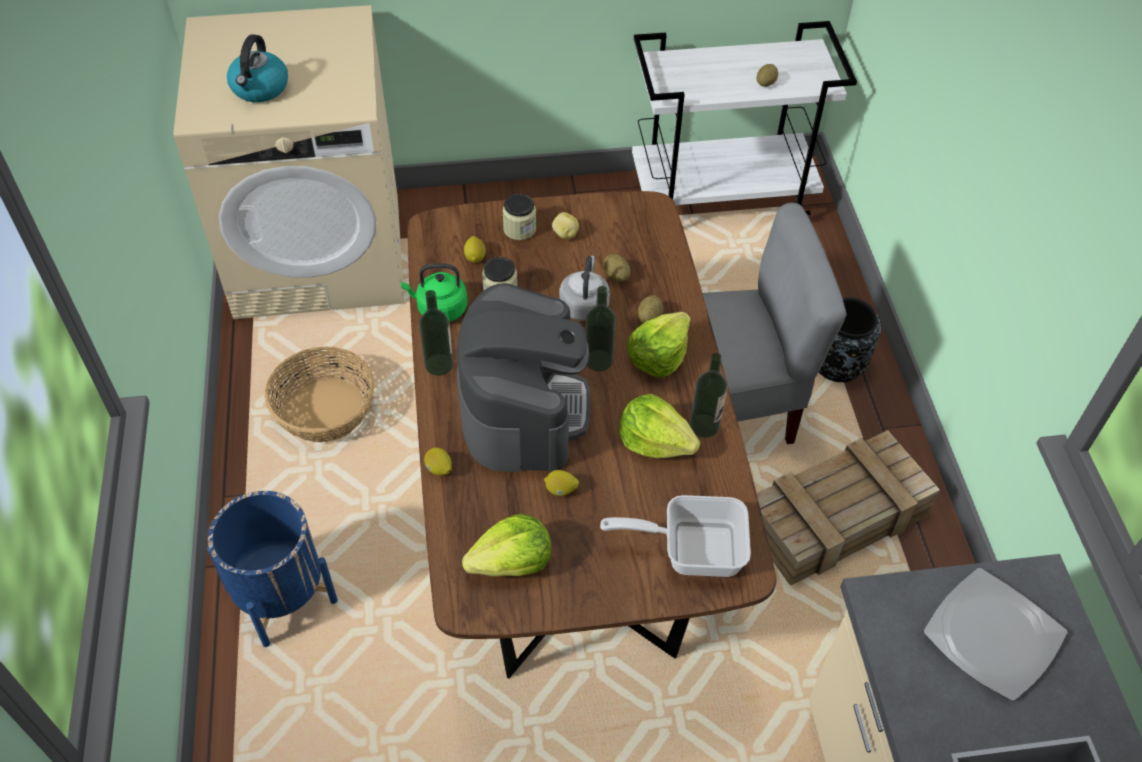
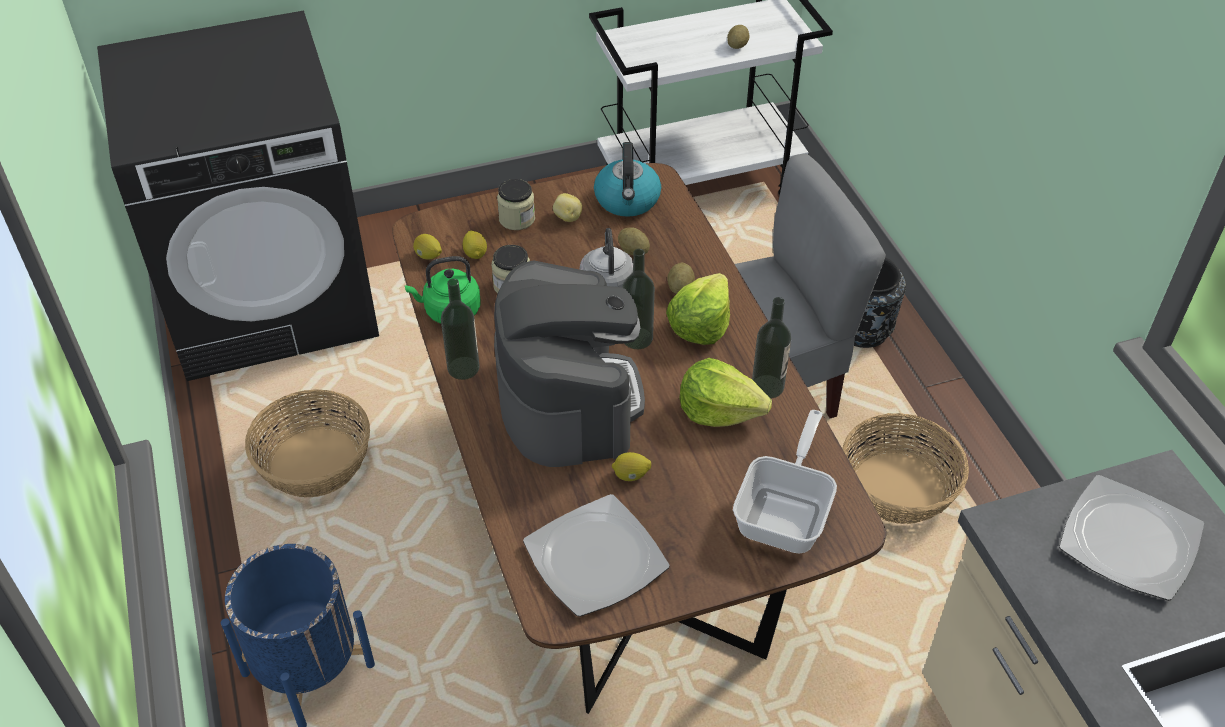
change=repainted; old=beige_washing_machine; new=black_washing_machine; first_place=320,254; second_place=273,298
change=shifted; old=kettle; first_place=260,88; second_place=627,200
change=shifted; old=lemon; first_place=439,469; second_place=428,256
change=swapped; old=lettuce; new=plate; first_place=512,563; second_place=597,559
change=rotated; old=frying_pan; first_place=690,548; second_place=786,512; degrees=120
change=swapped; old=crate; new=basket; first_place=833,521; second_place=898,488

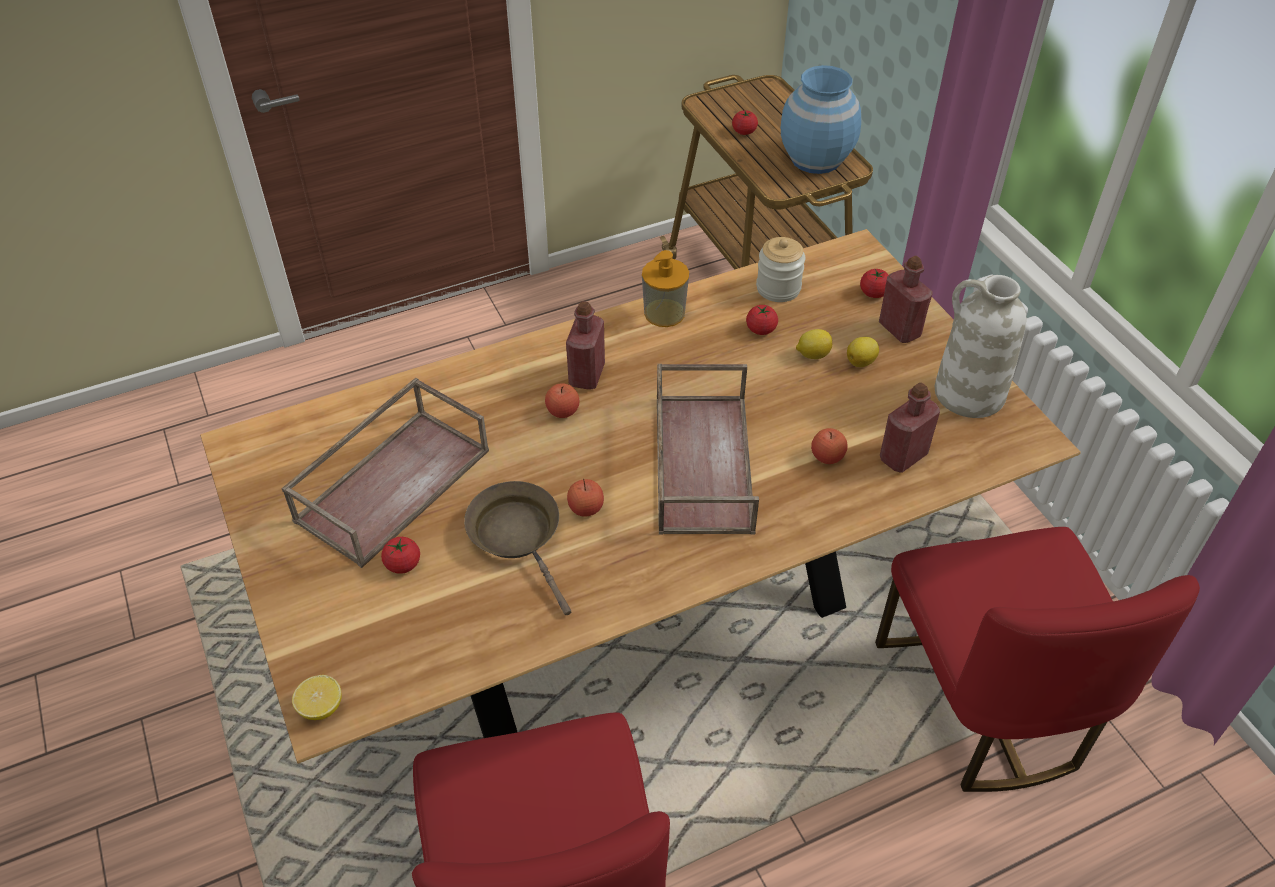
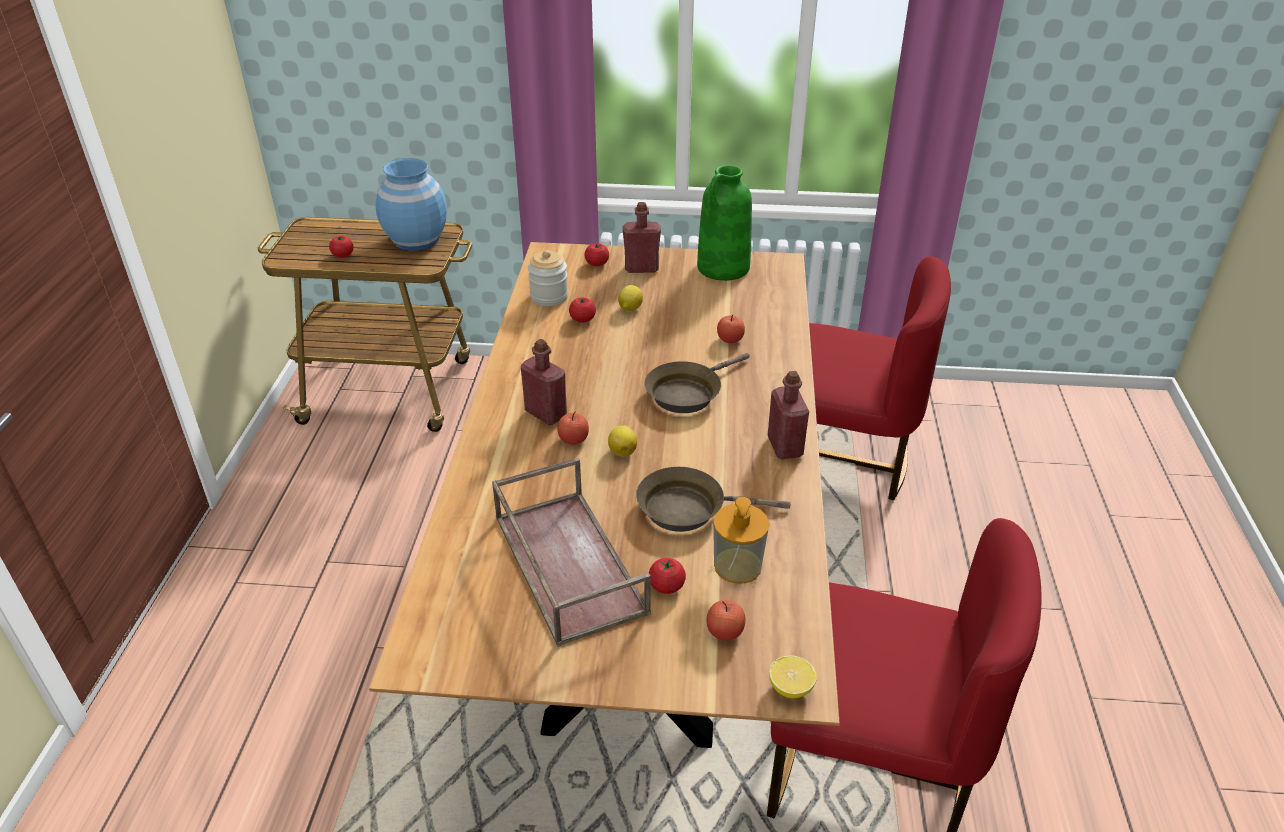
change=shifted; old=apple; first_place=586,508; second_place=725,632
change=shifted; old=soap_dispenser; first_place=664,313; second_place=737,566
change=swapped; old=brown_tray; new=brown_frying_pan; first_place=701,461; second_place=687,393
change=shifted; old=lemon; first_place=861,362; second_place=622,451
change=shifted; old=red_bottle; first_place=903,456; second_place=785,447
change=repainted; old=white_vase; new=green_vase; first_place=968,394; second_place=723,268

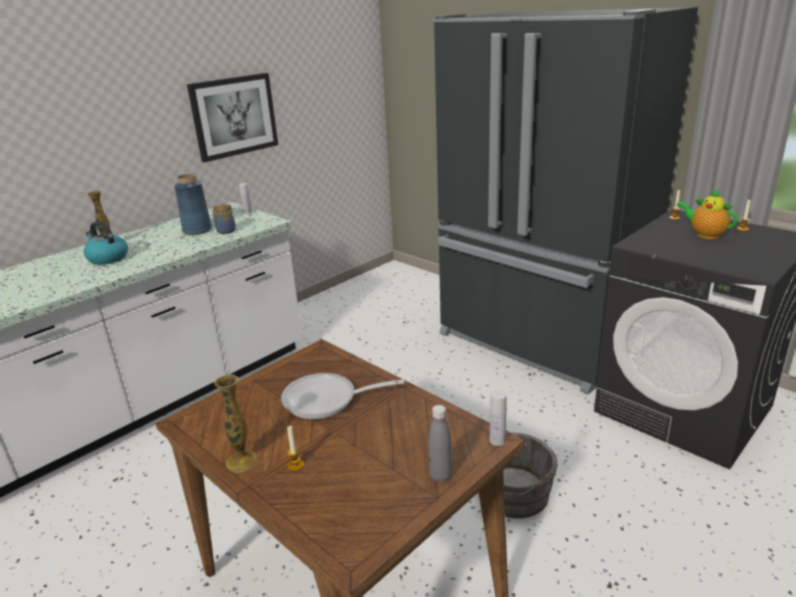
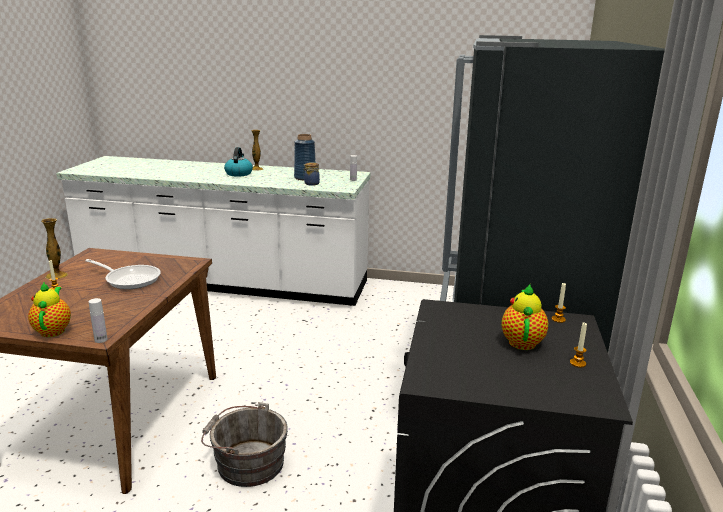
change=gone; old=picture; first_place=234,116
change=rotated; old=frying_pan; first_place=327,400; second_place=130,279; degrees=150
change=swapped; old=grey_bottle; new=teapot; first_place=440,476; second_place=53,330

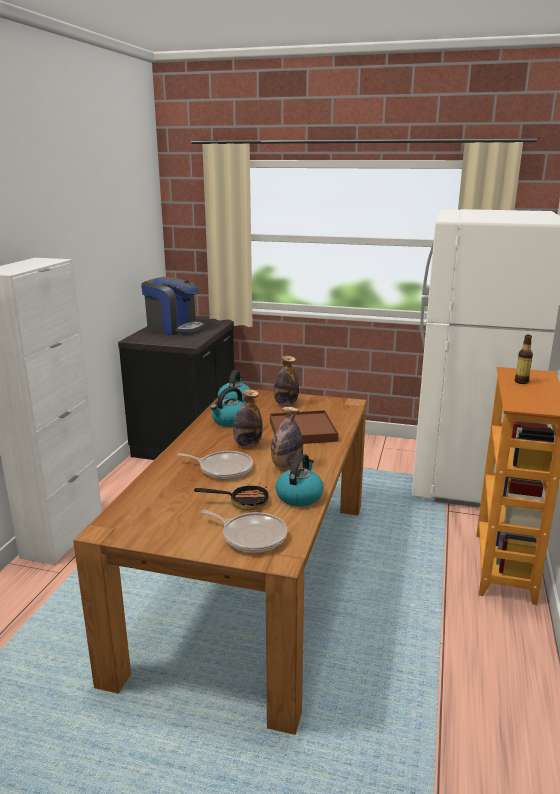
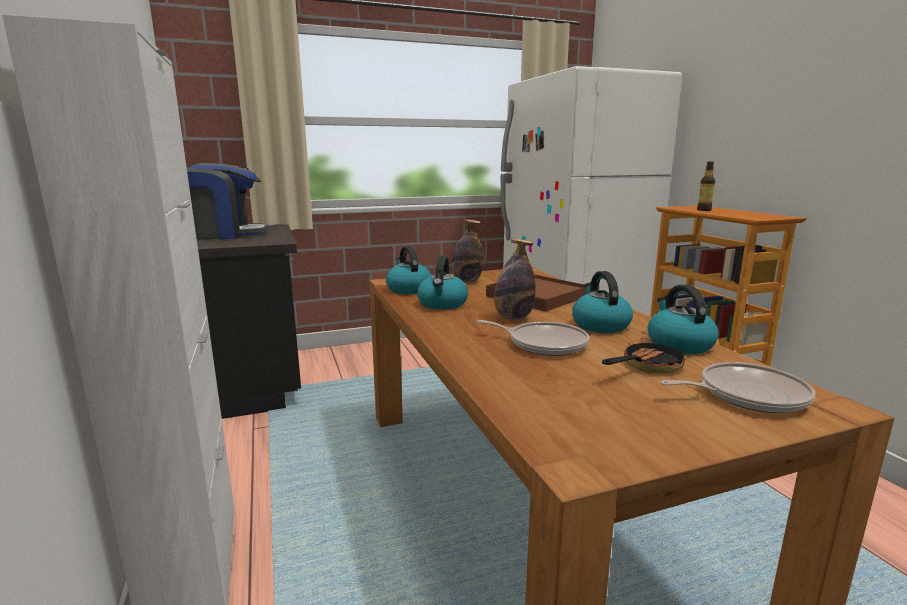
change=rotated; old=frying_pan; first_place=223,468; second_place=543,344; degrees=45
change=swapped; old=bottle; new=kettle; first_place=286,466; second_place=599,325

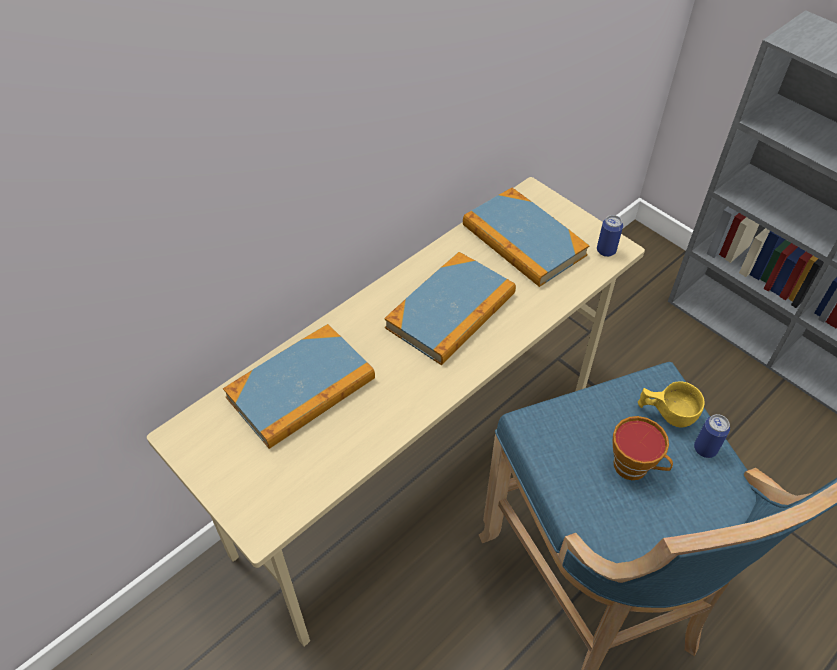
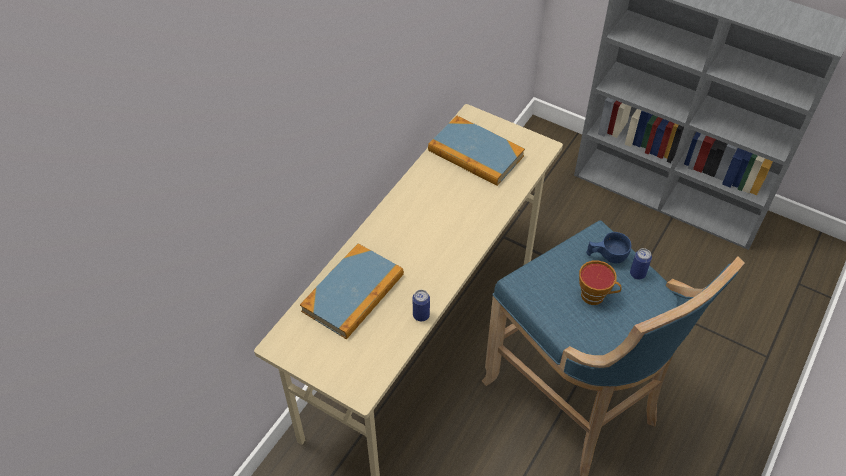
change=gone; old=book; first_place=451,311
change=shifted; old=can; first_place=606,250; second_place=421,315
change=repainted; old=yellow_cup; new=blue_cup; first_place=666,413; second_place=606,256

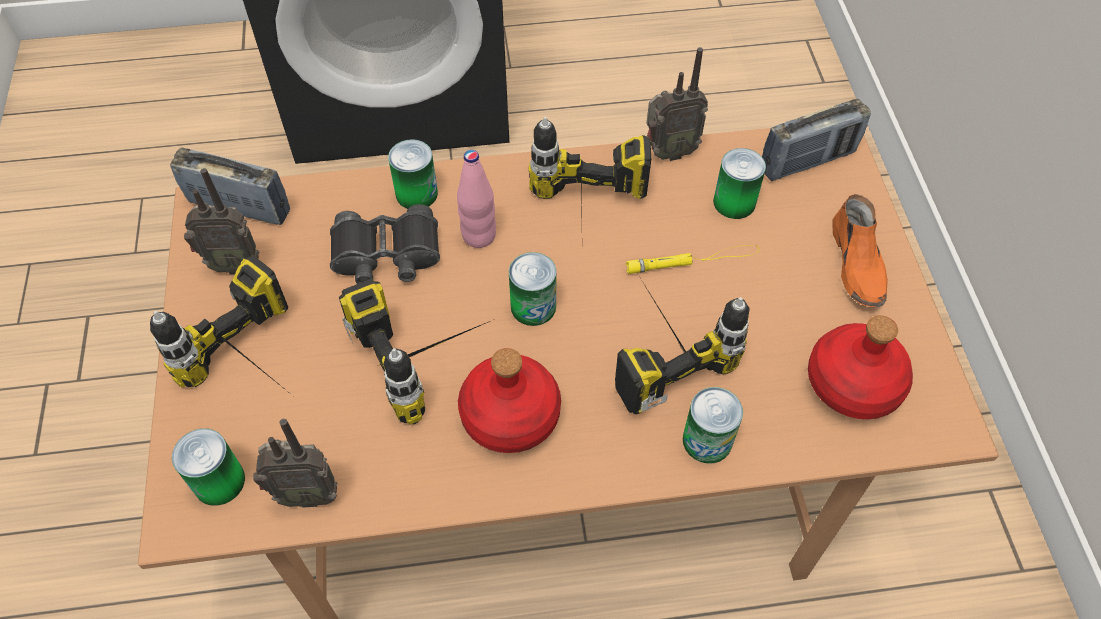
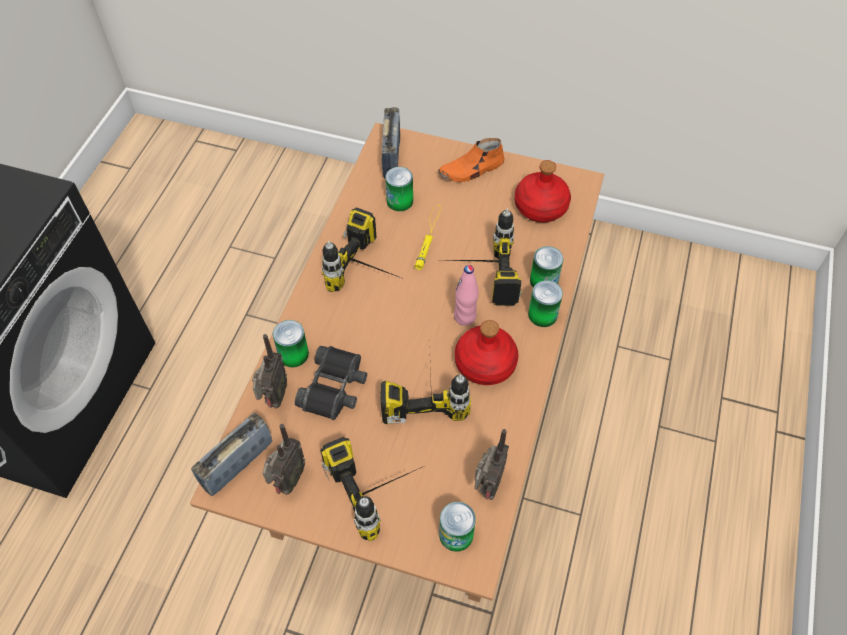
change=shifted; old=pink_bottle; first_place=479,236; second_place=465,317
change=shifted; old=can; first_place=533,306; second_place=542,314
change=shifted; old=radio; first_place=668,152; second_place=274,398
change=rotated; old=orange_shoe; first_place=857,264; second_place=471,169; degrees=135

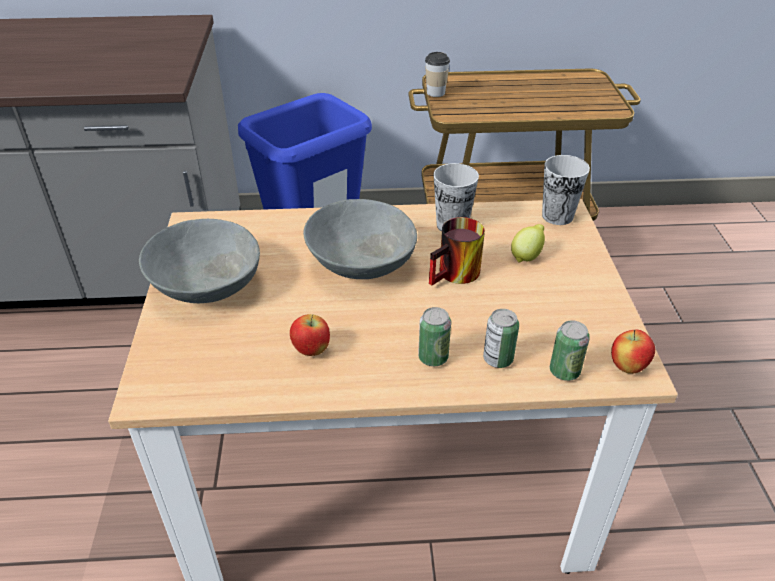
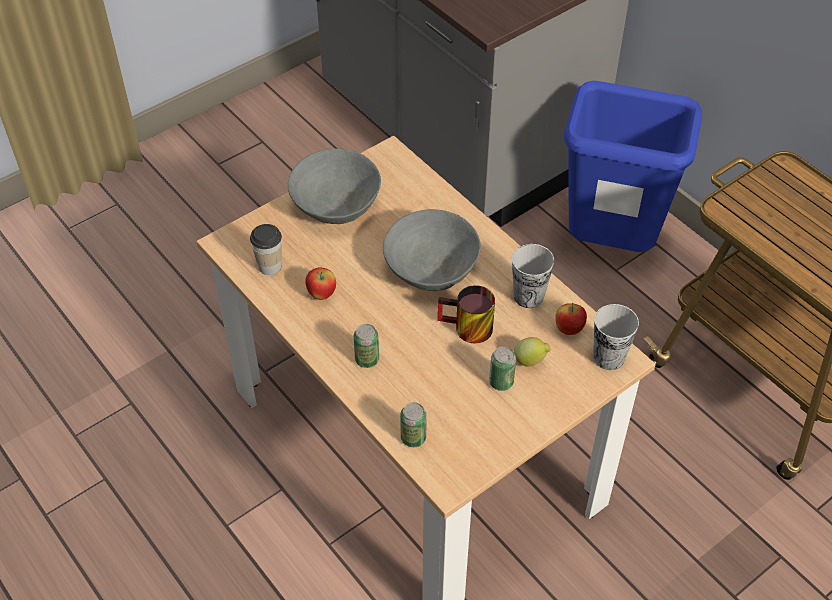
change=shifted; old=cup; first_place=435,93; second_place=270,266
change=shifted; old=can; first_place=498,359; second_place=501,382
change=shifted; old=apple; first_place=627,367; second_place=569,329

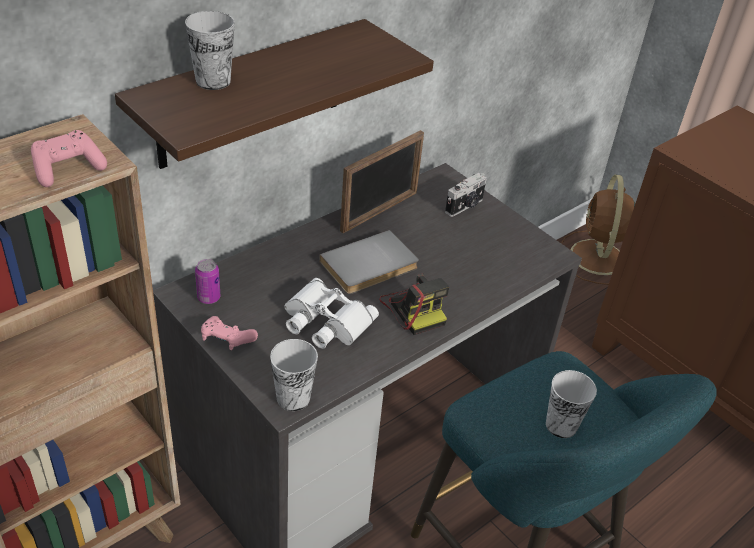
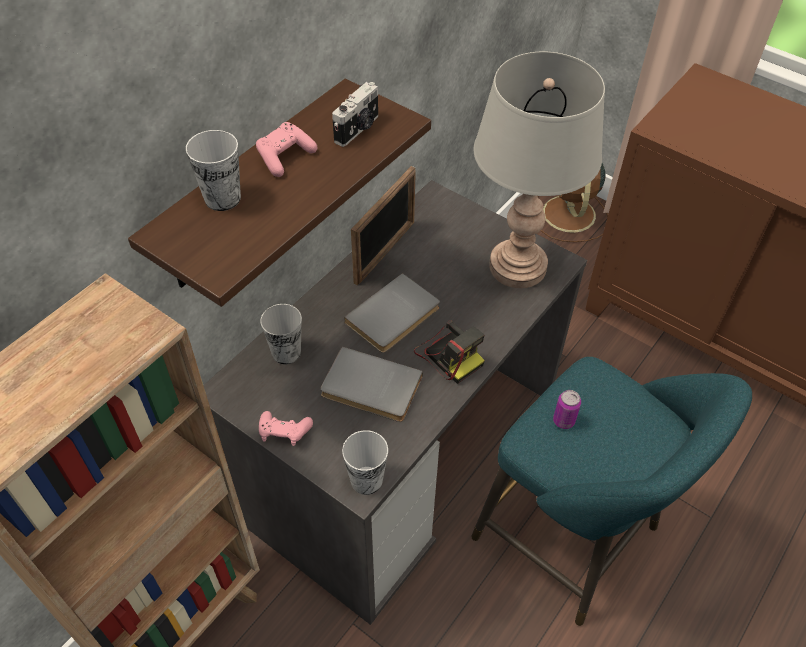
change=shifted; old=pink_game_controller; first_place=68,169; second_place=285,157
change=shifted; old=can; first_place=208,298; second_place=563,421
change=swapped; old=white_binoculars; new=grey_book; first_place=325,321; second_place=370,389
change=shifted; old=photo_camera; first_place=465,206; second_place=358,129
change=shifted; old=cup; first_place=561,425; second_place=286,352
change=new; new=grey_table_lamp; second_place=517,267

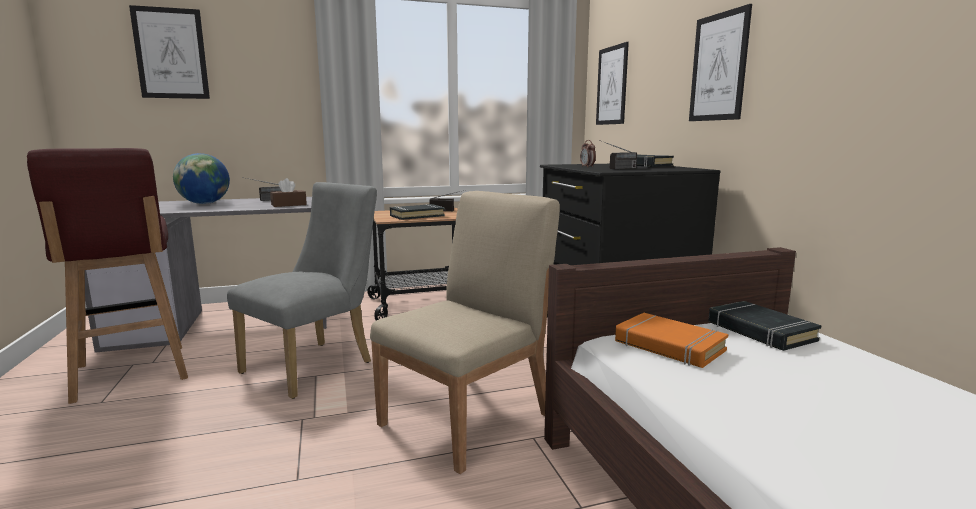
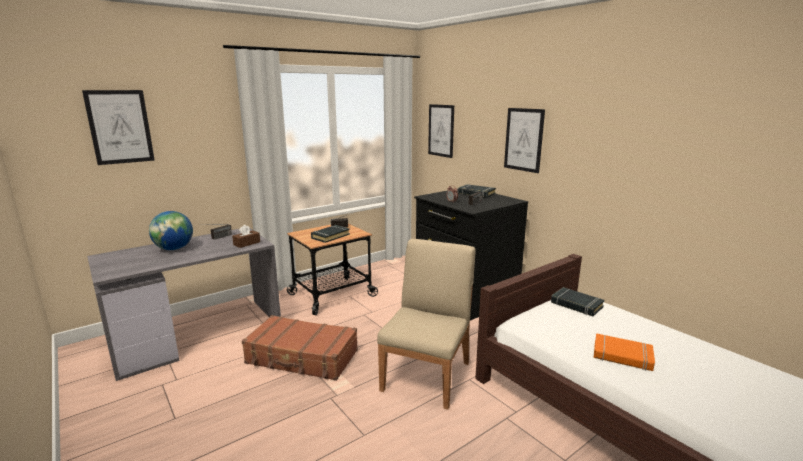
change=gone; old=red_stool; first_place=131,373
change=swapped; old=grey_chair; new=brown_suitcase; first_place=316,365; second_place=302,357
change=shifted; old=orange_book; first_place=668,346; second_place=622,356

